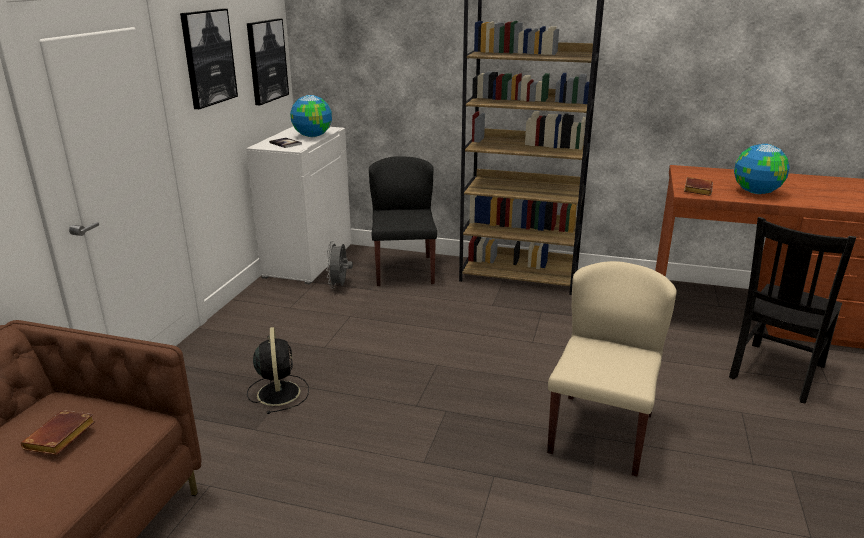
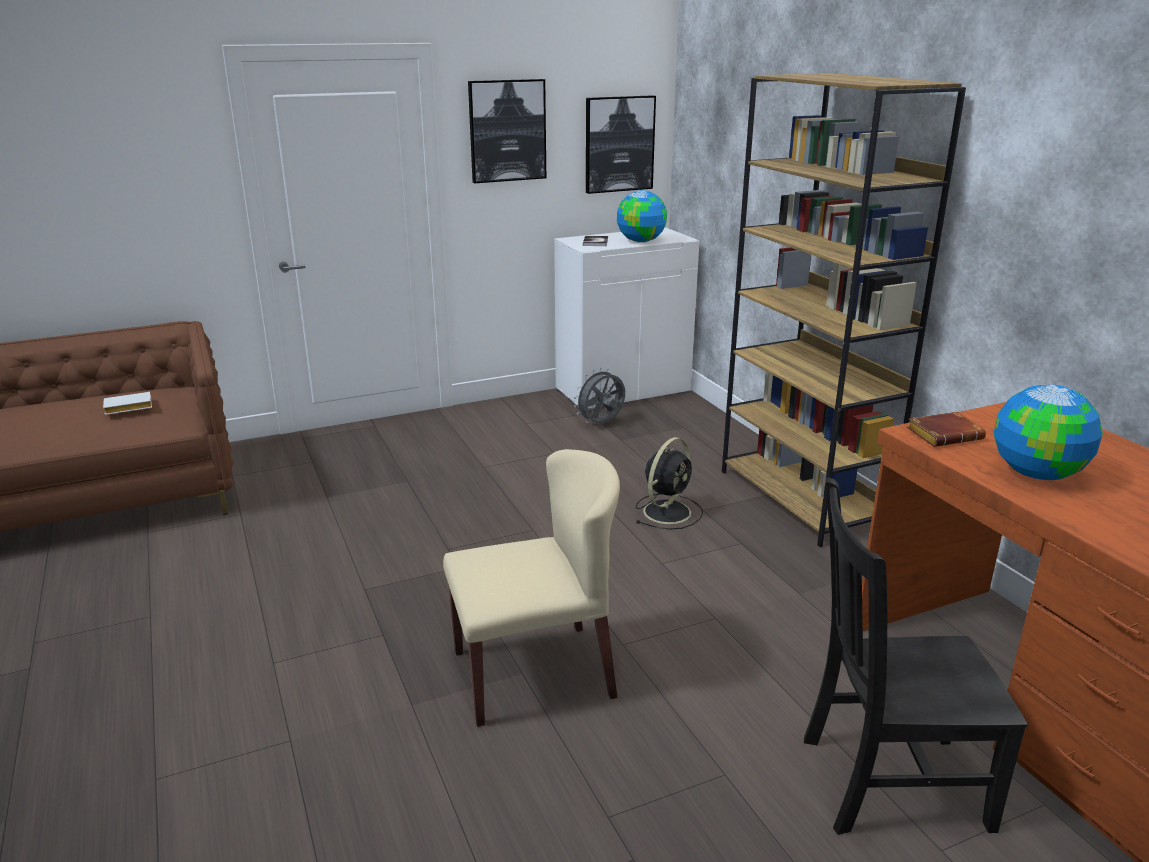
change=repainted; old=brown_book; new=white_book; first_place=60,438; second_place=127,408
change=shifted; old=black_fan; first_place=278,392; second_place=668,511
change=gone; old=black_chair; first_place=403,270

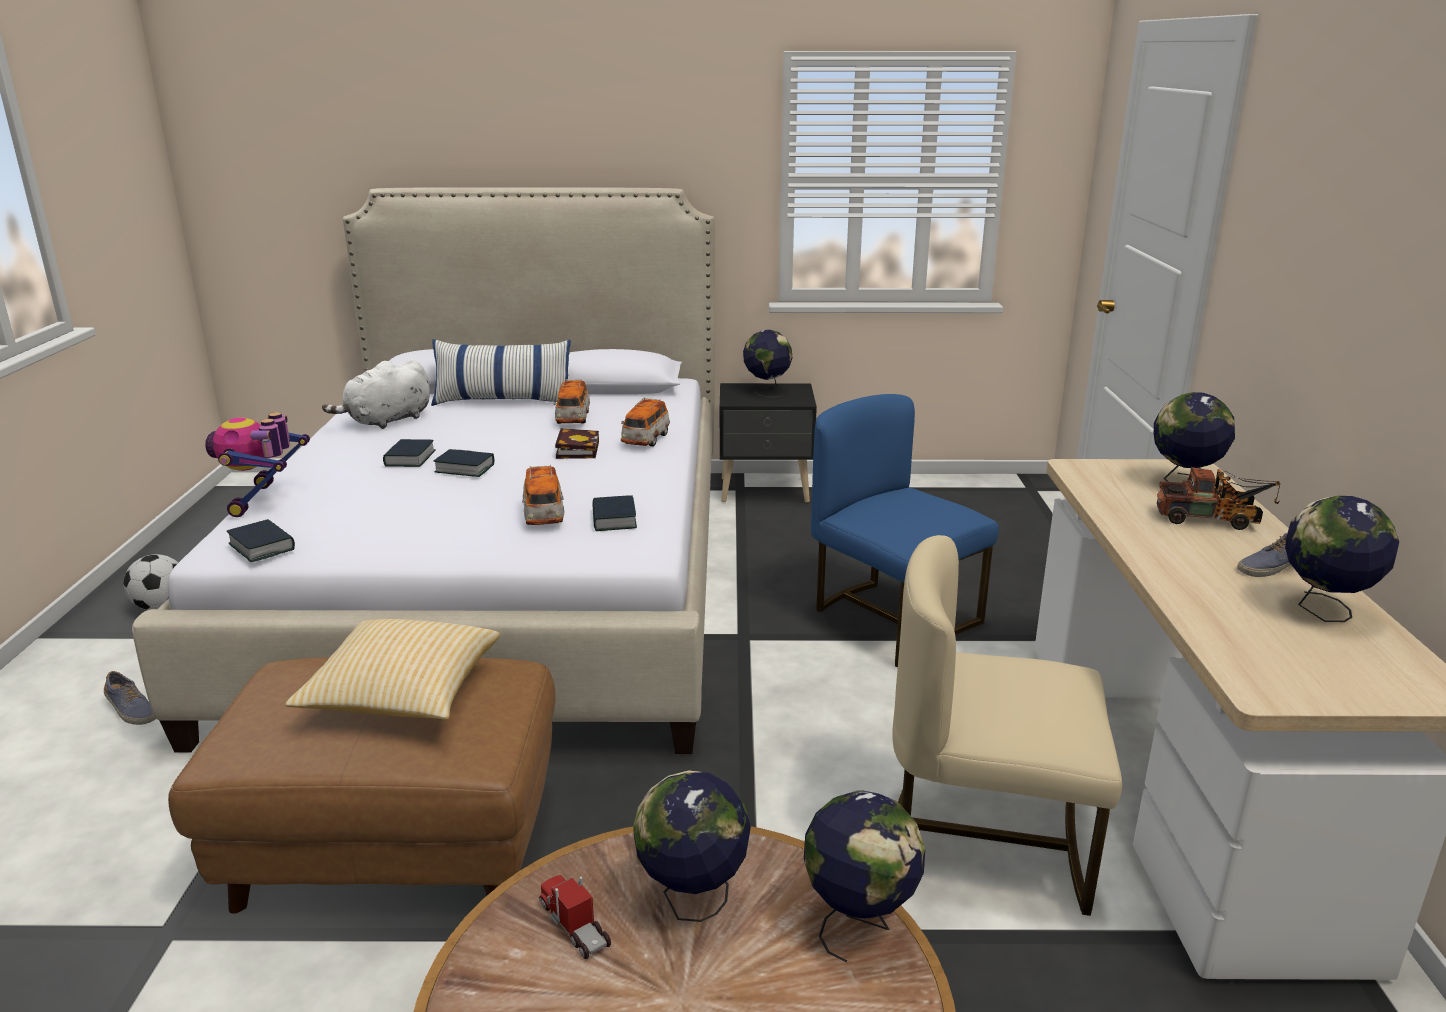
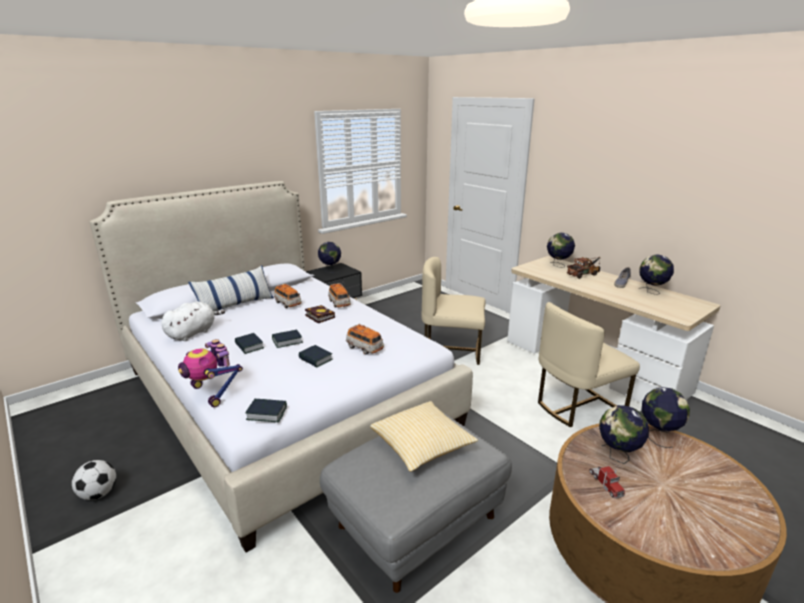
change=gone; old=shoe; first_place=130,711
change=repainted; old=brown_ottoman; new=grey_ottoman; first_place=397,843; second_place=416,520
change=rotated; old=white_plush_toy; first_place=387,421; second_place=193,333; degrees=-150
change=rotated; old=toy_truck; first_place=574,925; second_place=605,484; degrees=-120
change=shifted; old=book; first_place=614,519; second_place=315,359
change=repainted; old=blue_chair; new=beige_chair; first_place=892,619; second_place=452,348

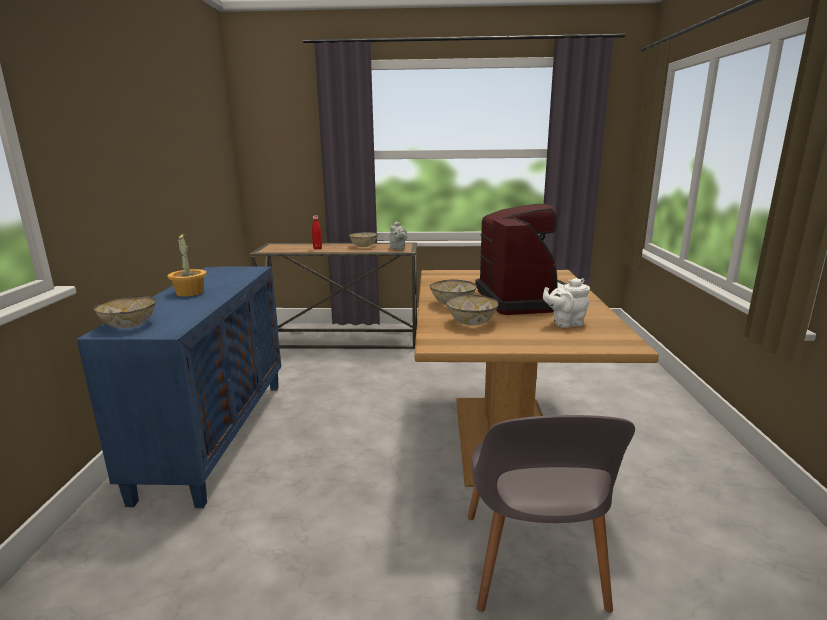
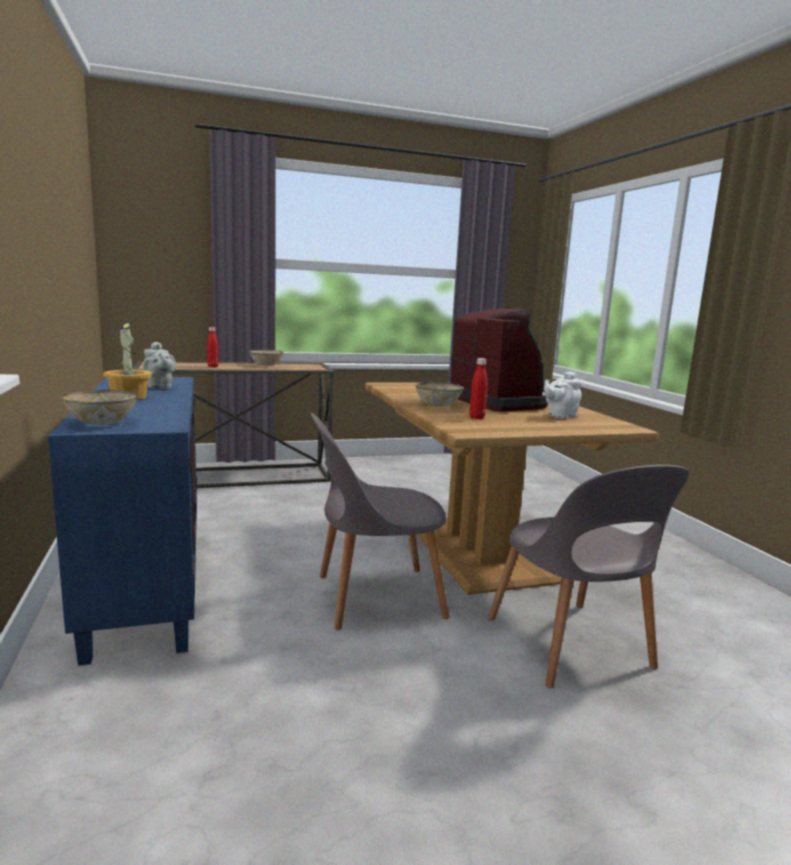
change=shifted; old=grey_teapot; first_place=397,248; second_place=159,387
change=swapped; old=bowl; new=red_bottle; first_place=471,323; second_place=476,417
change=new; new=grey_chair; second_place=373,597

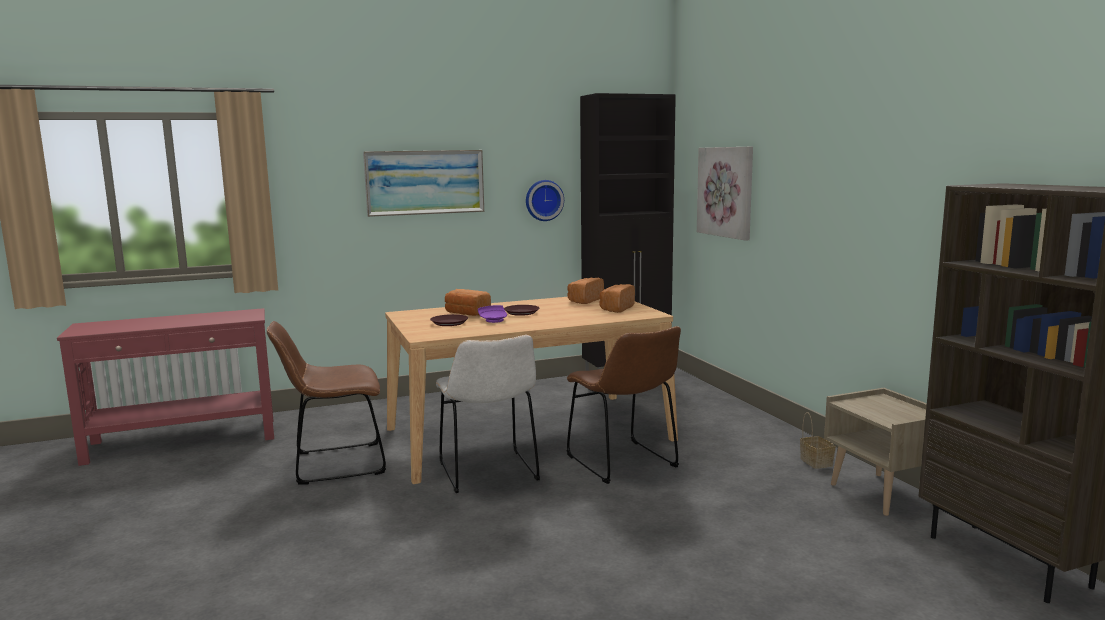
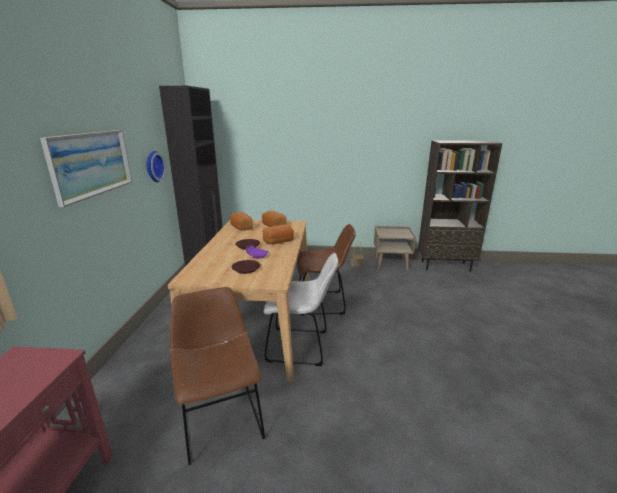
change=rotated; old=brown_chair; first_place=333,464; second_place=221,418; degrees=150
change=shifted; old=bread; first_place=466,314; second_place=279,242
change=gone; old=picture; first_place=726,192

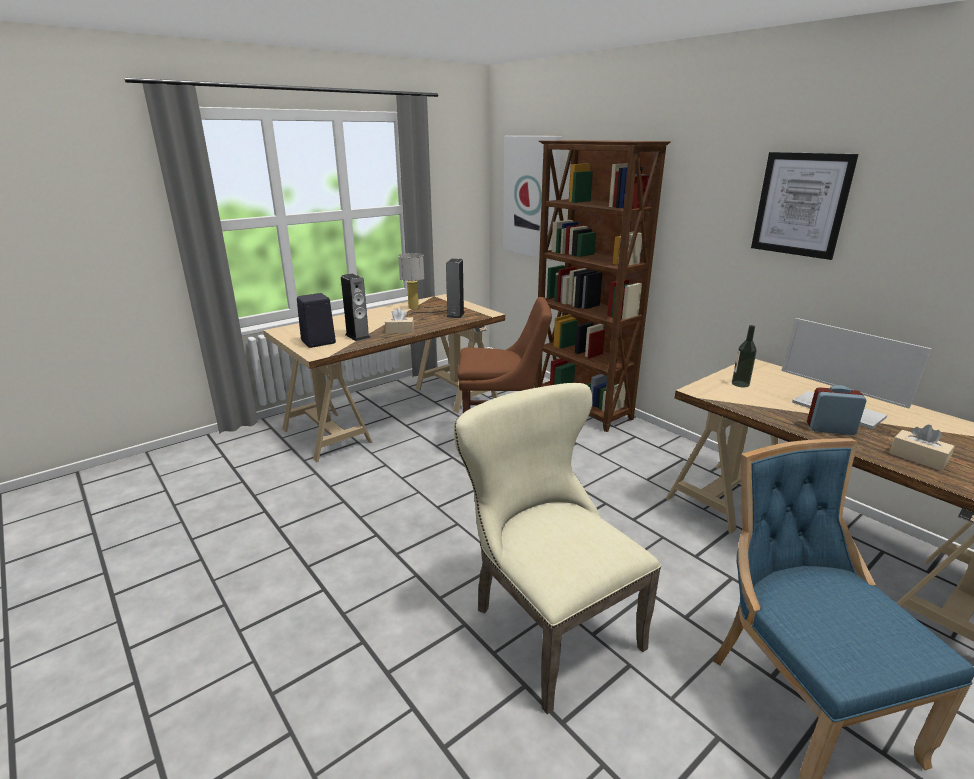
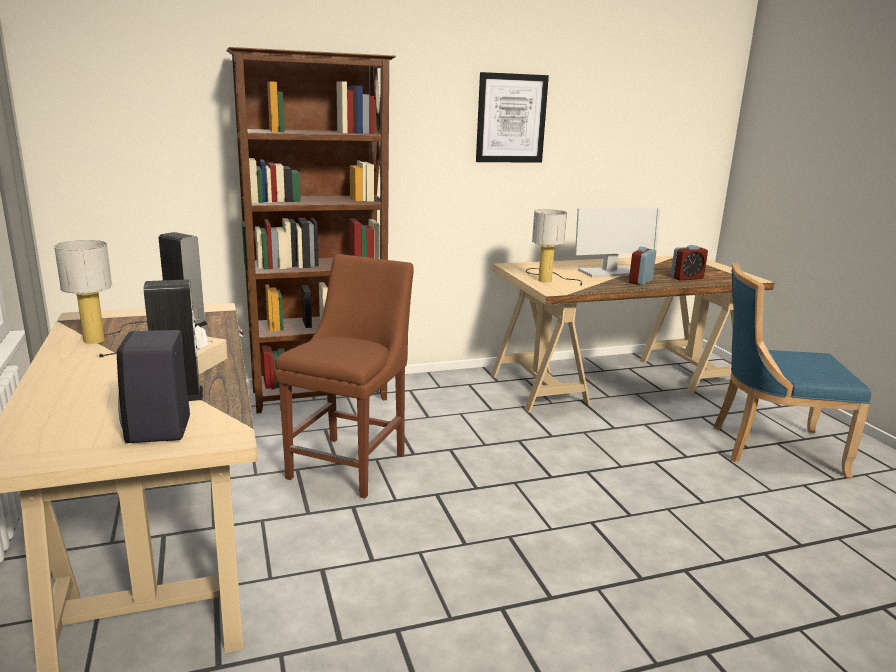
change=gone; old=beige_chair; first_place=546,623
change=gone; old=picture; first_place=532,197
change=swapped; old=bottle; new=table_lamp; first_place=740,384; second_place=548,278
change=swapped; old=beige_tissue_box; new=alarm_clock; first_place=918,458; second_place=686,278

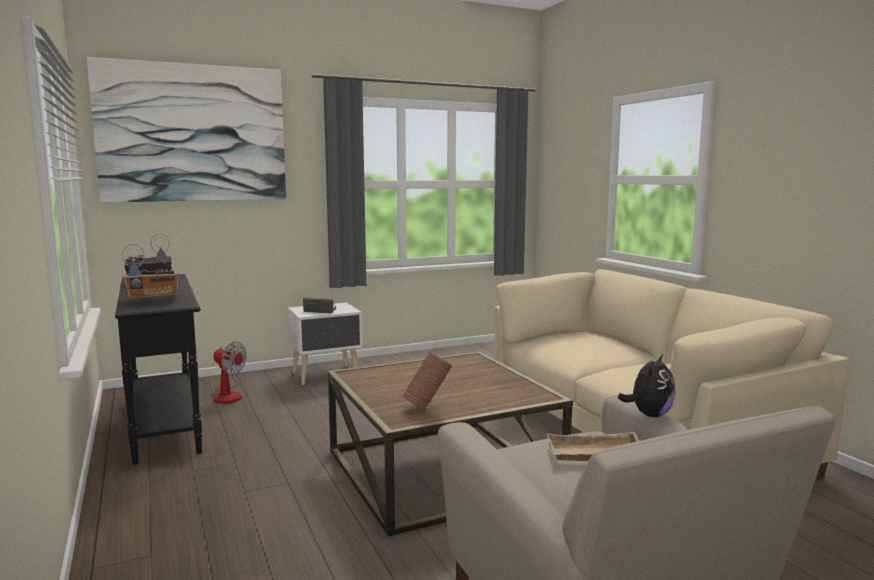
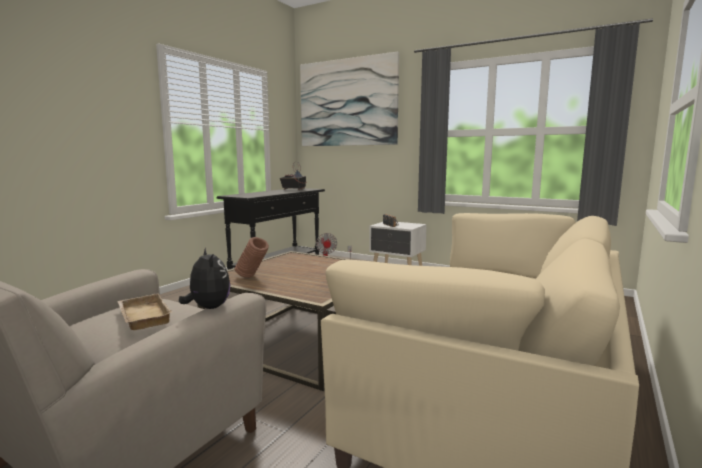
change=gone; old=radio; first_place=153,300
change=rotated; old=plush_toy; first_place=649,414; second_place=208,308; degrees=-120

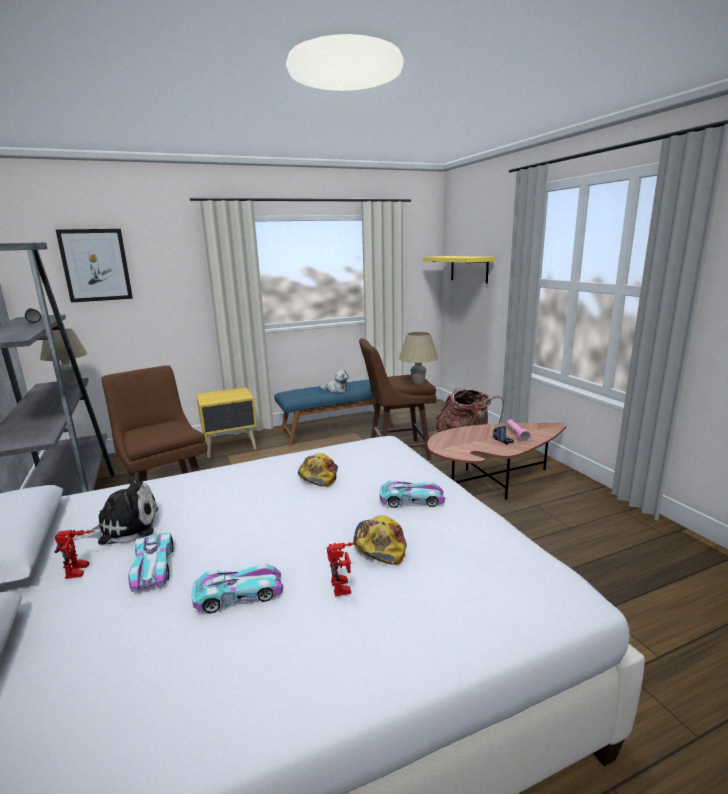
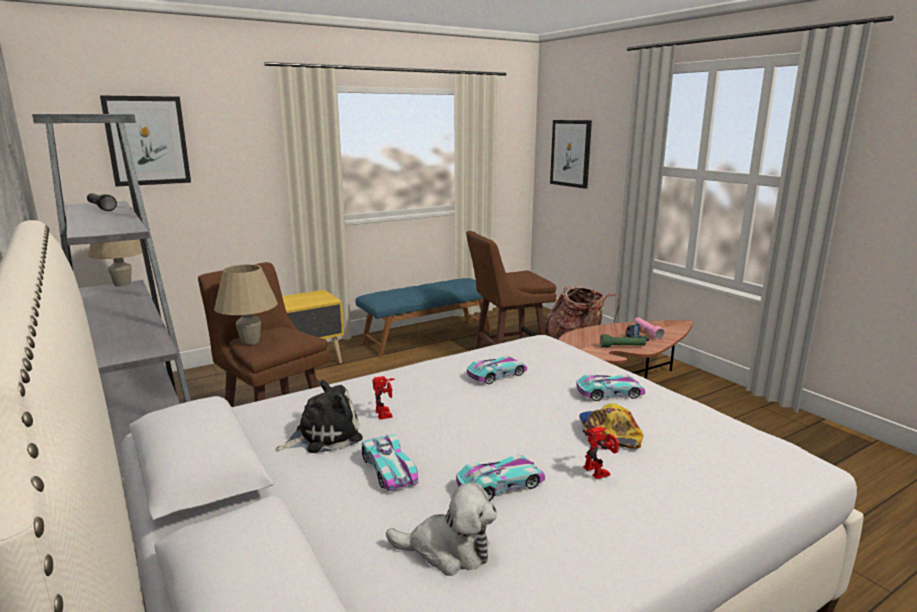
change=shifted; old=toy_robot; first_place=80,571; second_place=387,414
change=swapped; old=cap; new=toy_car; first_place=319,474; second_place=497,375
change=shifted; old=plush_toy; first_place=336,390; second_place=448,550
change=shifted; old=beige_table_lamp; first_place=418,382; second_place=250,341
change=swapped; old=yellow_shelf; new=picture; first_place=469,269; second_place=571,153
change=new; new=green_flashlight; second_place=622,347

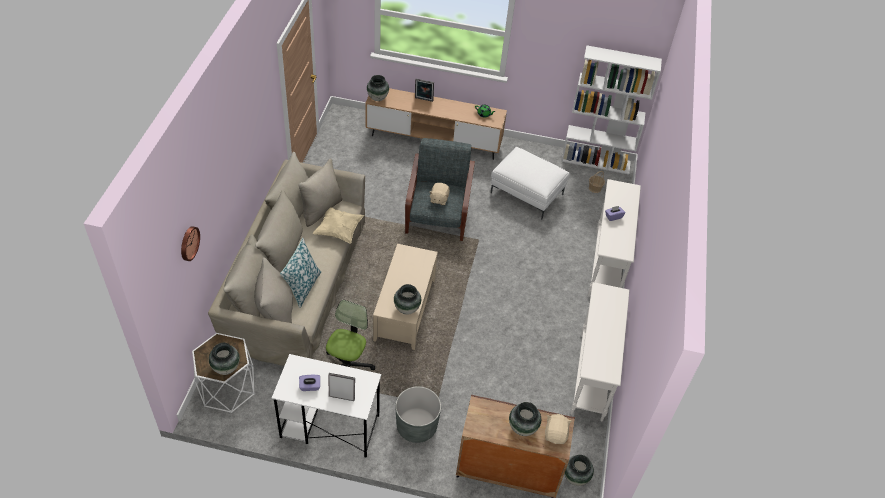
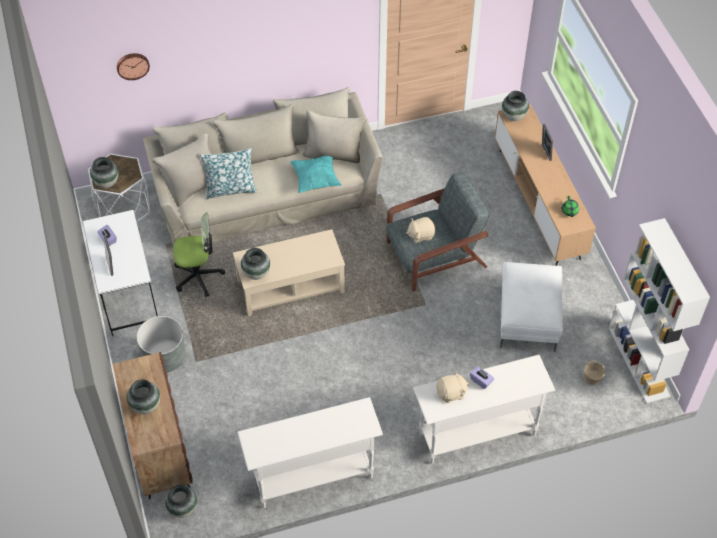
change=repainted; old=beige_pillow; new=turquoise_pillow; first_place=338,230; second_place=316,179
change=shifted; old=beige_plush_toy; first_place=556,434; second_place=451,393

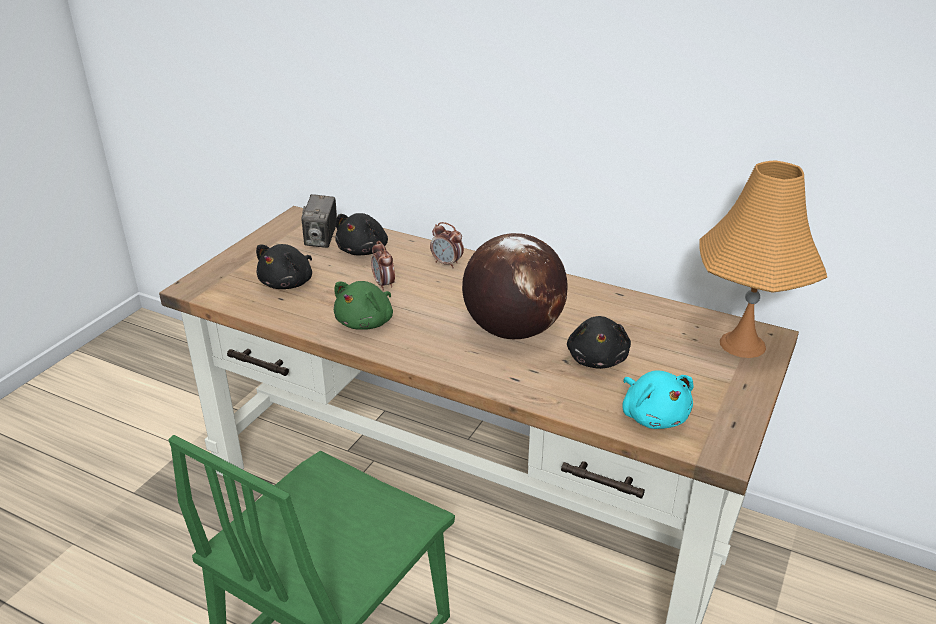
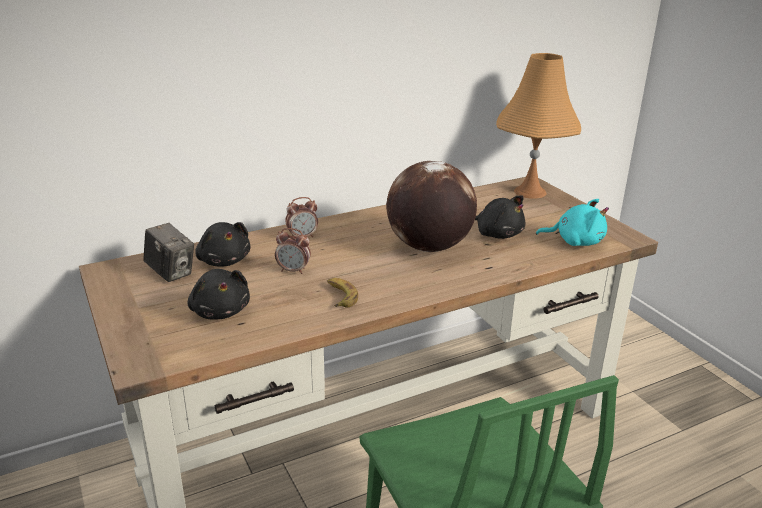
change=swapped; old=green_plush_toy; new=banana; first_place=366,322; second_place=340,296

